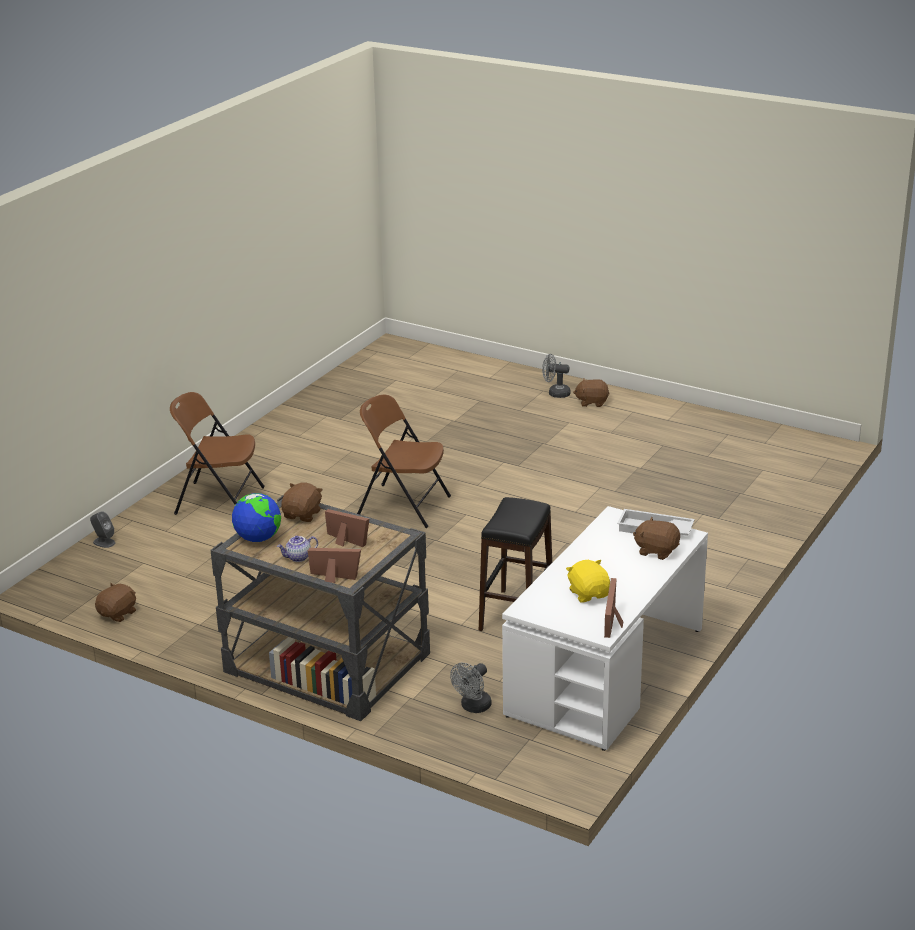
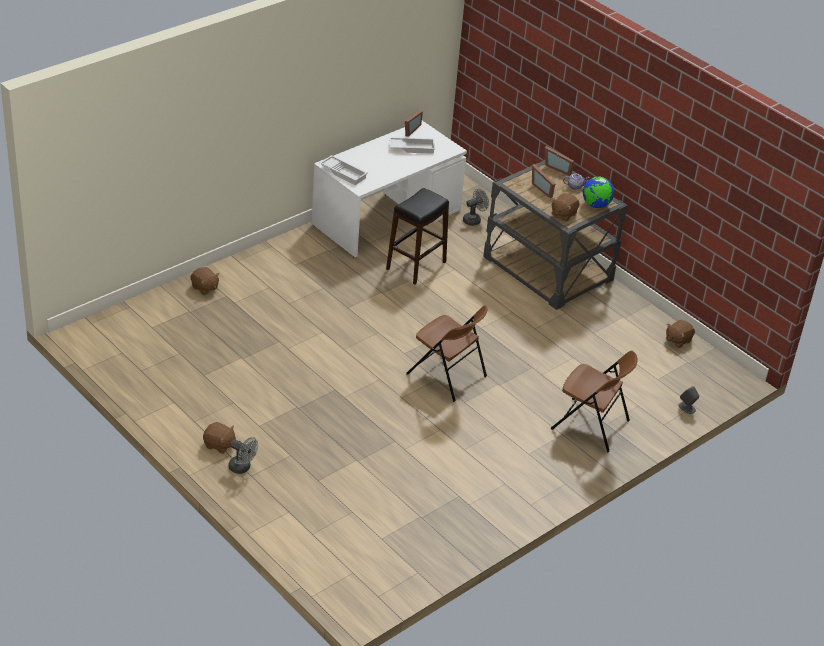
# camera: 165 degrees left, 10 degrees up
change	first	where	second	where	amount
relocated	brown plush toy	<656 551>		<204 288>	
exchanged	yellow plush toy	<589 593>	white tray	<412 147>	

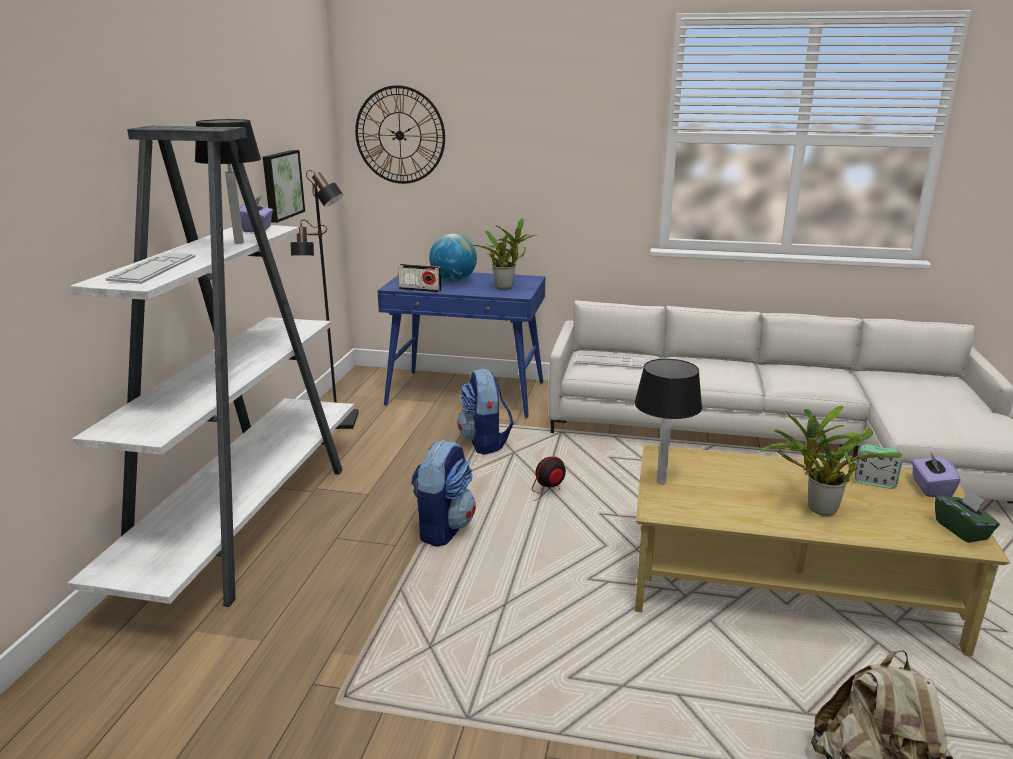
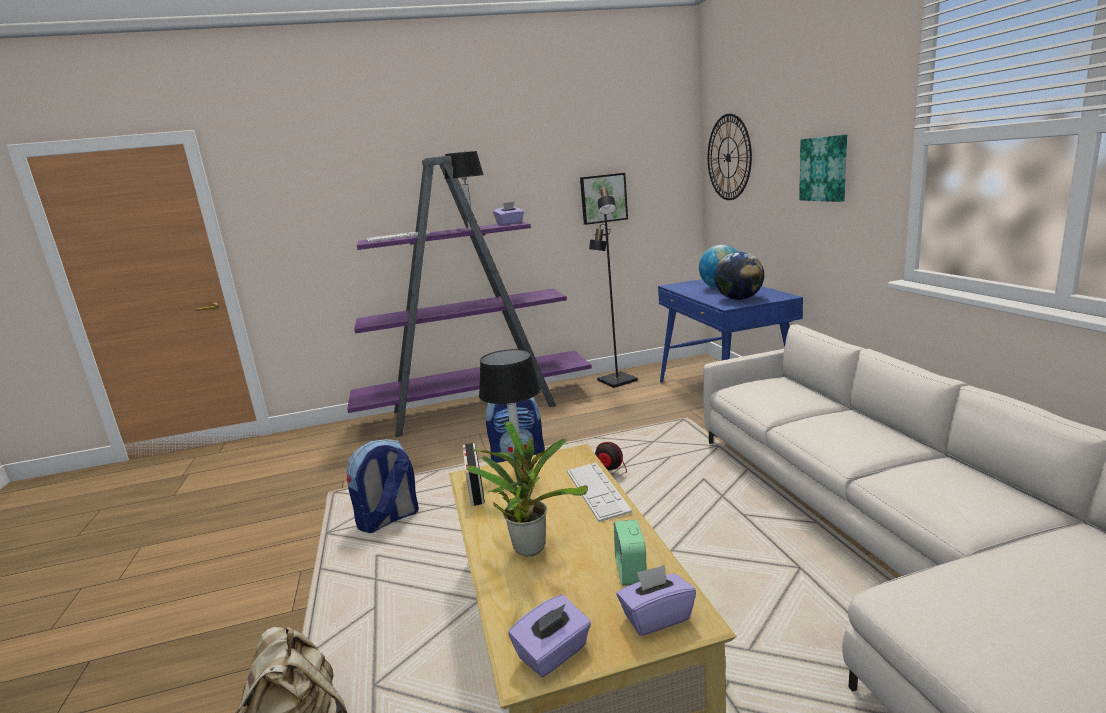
# camera: 65 degrees right, 5 degrees down
change	first	where	second	where	amount
colour	white bookcase	<246 520>	purple bookcase	<476 408>	
relocated	backpack	<485 442>		<389 520>	
relocated	radio	<420 290>		<475 489>	
colour	green tissue box	<962 530>	purple tissue box	<553 653>	
relocated	keyboard	<610 362>		<597 491>	
exchanged	potted plant	<506 287>	globe	<739 299>	
appeared			picture	<824 169>	

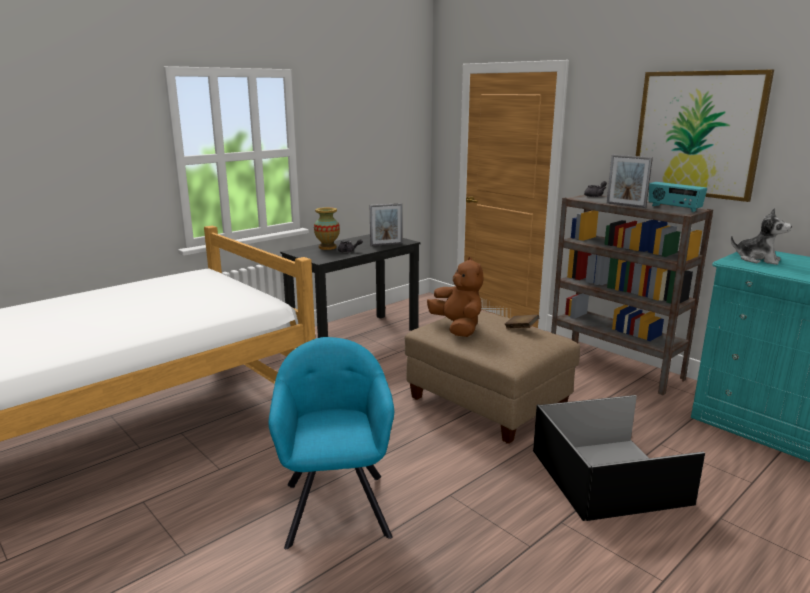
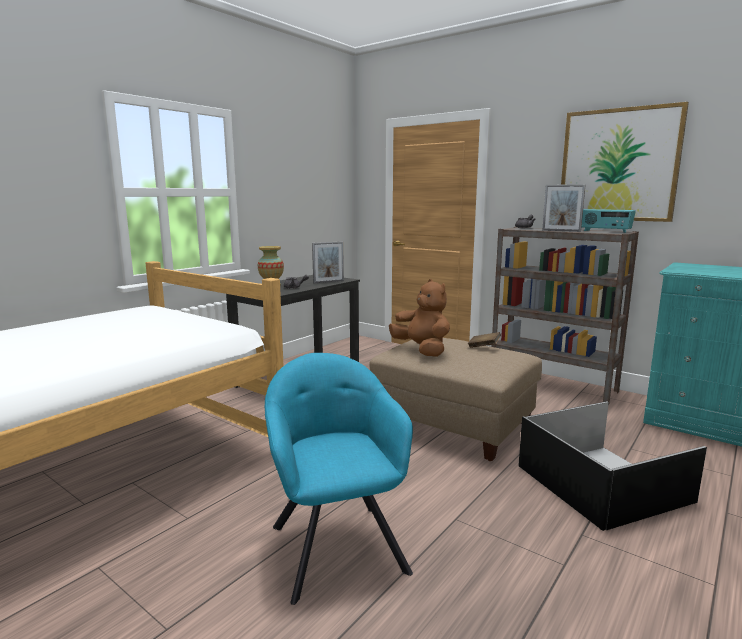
# camera: 10 degrees left, 5 degrees down
change	first	where	second	where	amount
missing	plush toy	<757 259>			

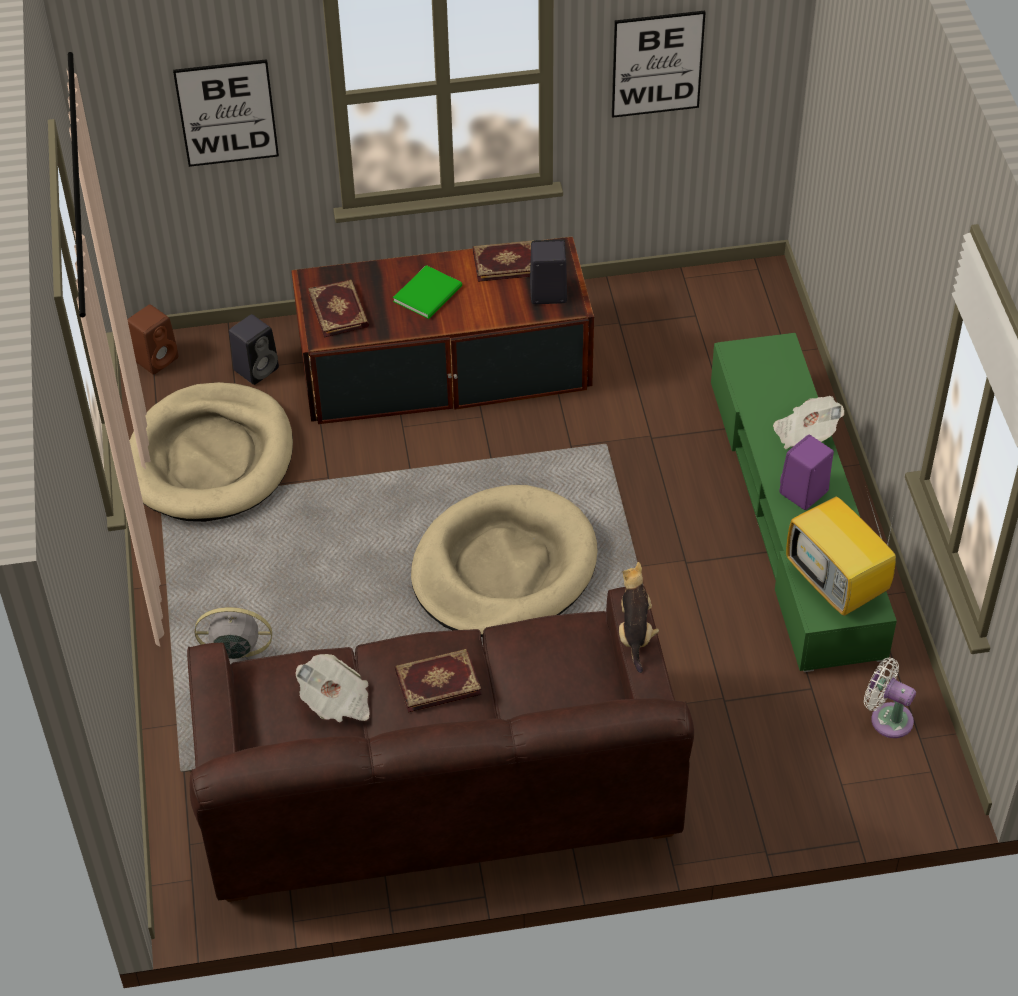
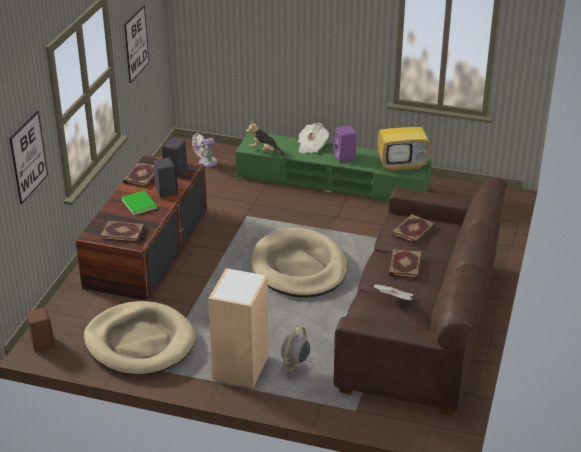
# camera: 65 degrees left, 15 degrees down
change	first	where	second	where	amount
relocated	black speaker	<257 368>		<166 191>	
relocated	white fan	<887 718>		<206 163>	
appeared			bookcase	<240 368>	
relocated	plush toy	<635 633>		<265 151>	
appeared			book	<414 231>	

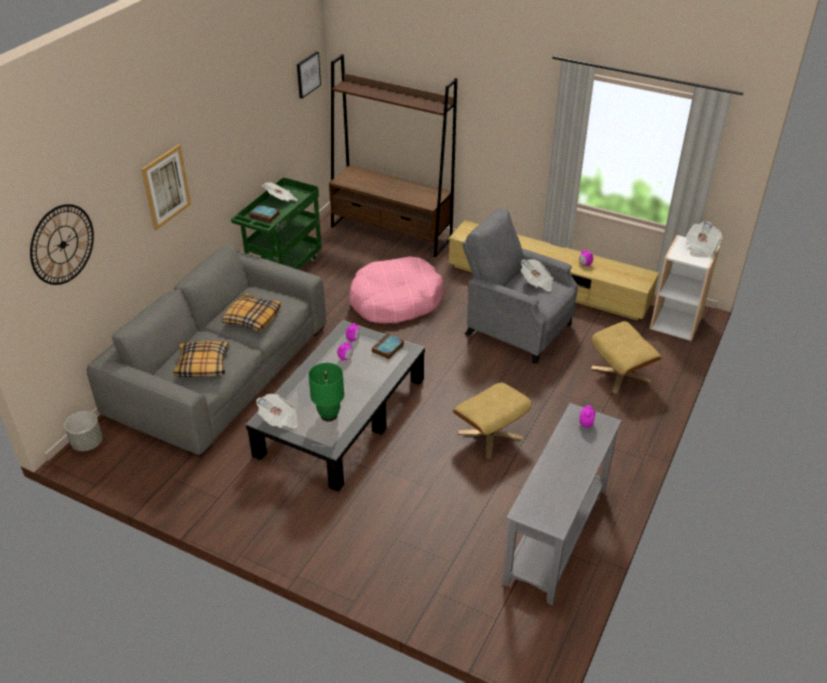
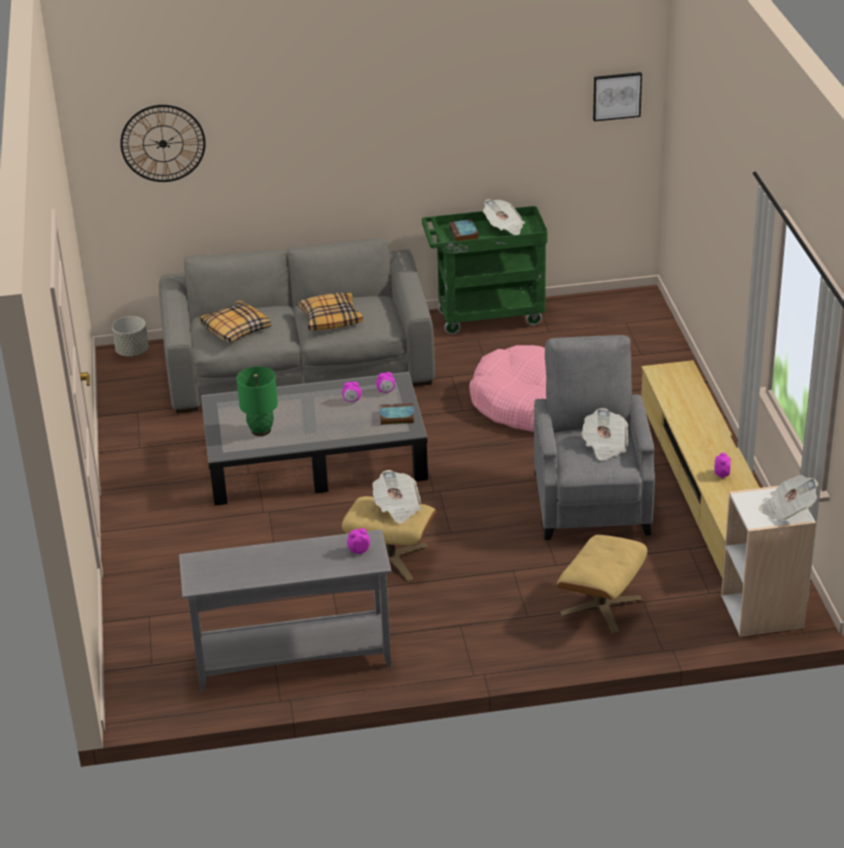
# camera: 55 degrees right, 5 degrees down
change	first	where	second	where	amount
relocated	newspaper	<279 420>		<397 507>	
missing	picture	<166 187>			
missing	brown bookcase	<391 232>			

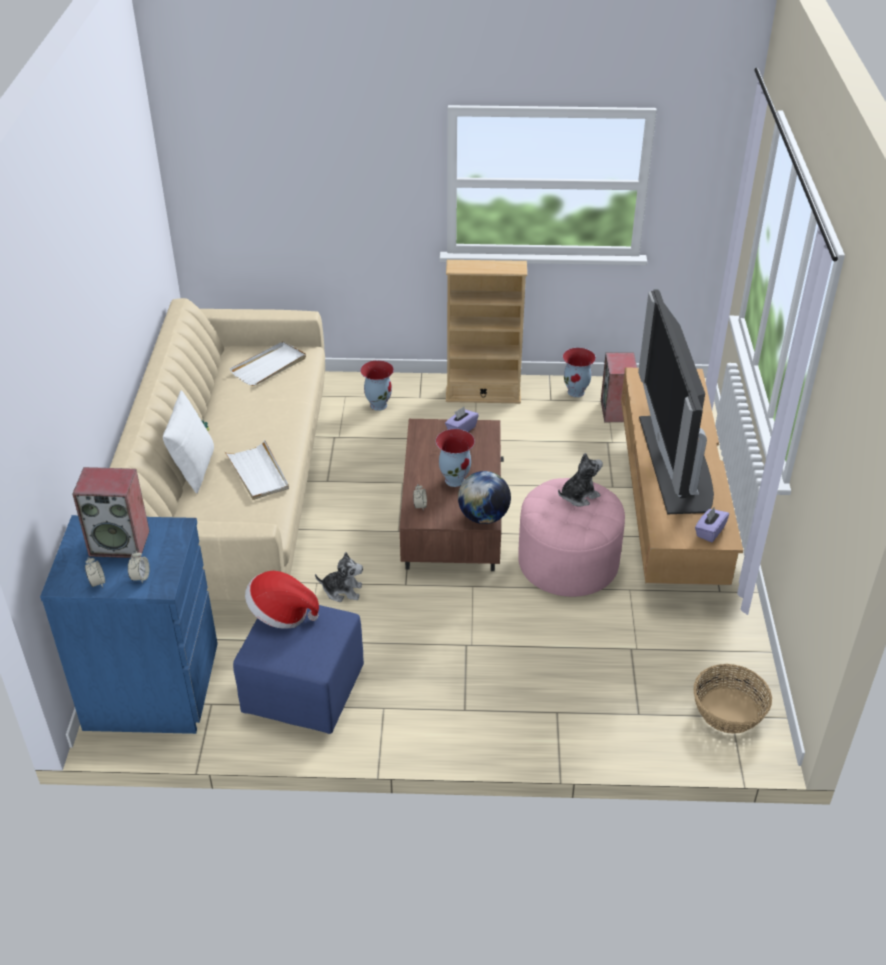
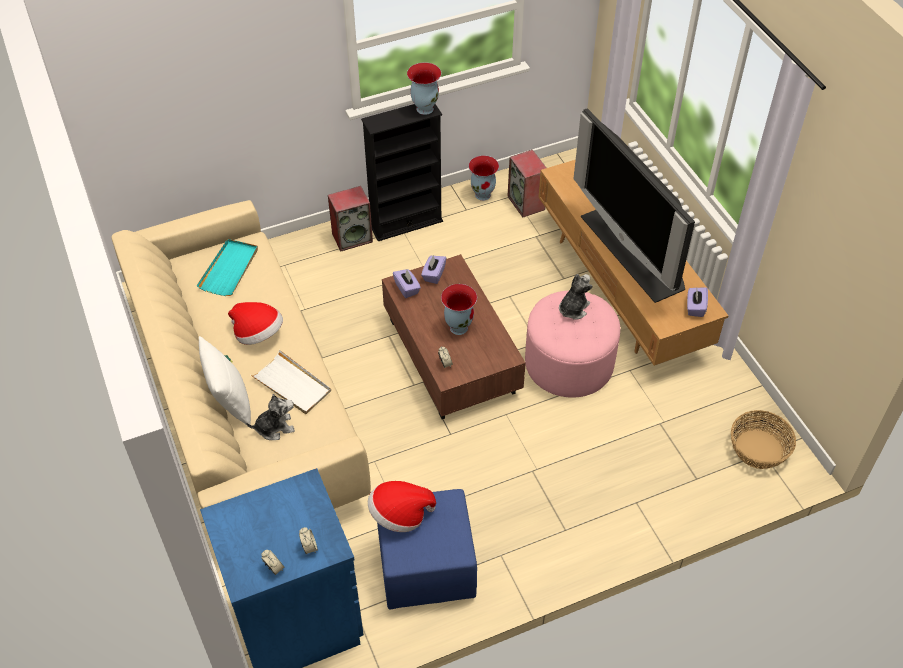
# camera: 25 degrees left, 10 degrees up
change	first	where	second	where	amount
colour	white tray	<269 366>	turquoise tray	<229 269>	
appeared			hat	<258 334>	
relocated	plush toy	<342 590>		<274 427>	
relocated	speaker	<120 543>		<352 237>	
colour	beige bookcase	<483 395>	black bookcase	<406 223>	
appeared			purple tissue box	<407 288>	
relocated	vase	<378 405>		<424 108>	
missing	globe	<483 517>			

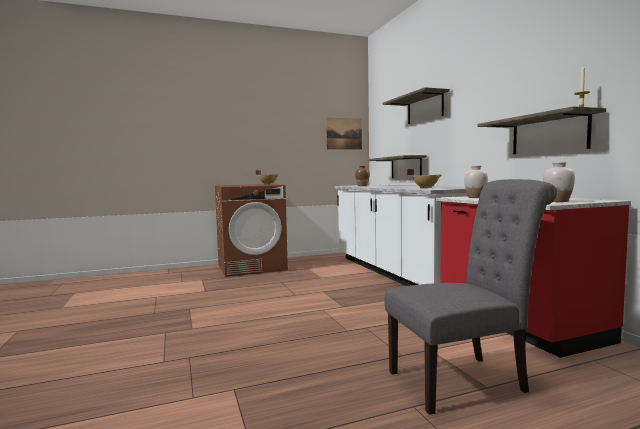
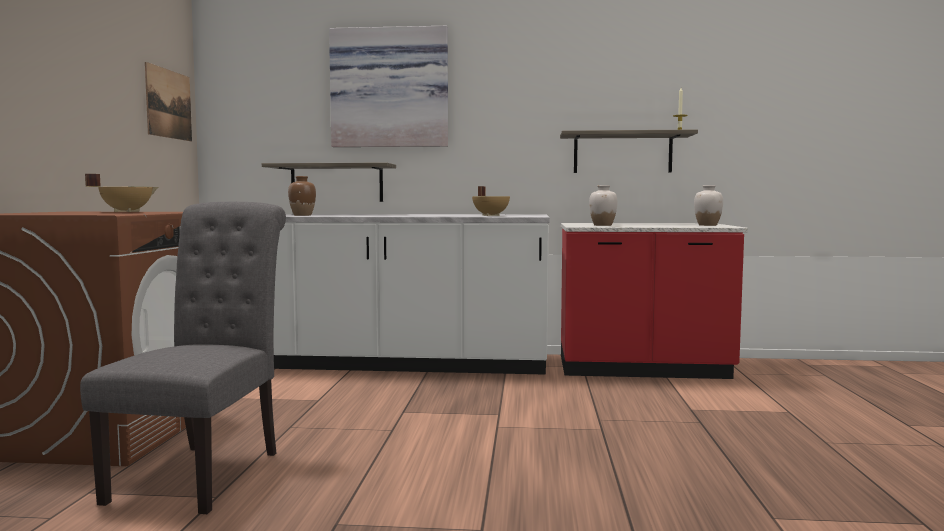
# camera: 65 degrees left, 0 degrees up
change	first	where	second	where	amount
relocated	grey chair	<464 381>		<204 472>	
exchanged	shelf	<425 108>	picture	<390 88>	

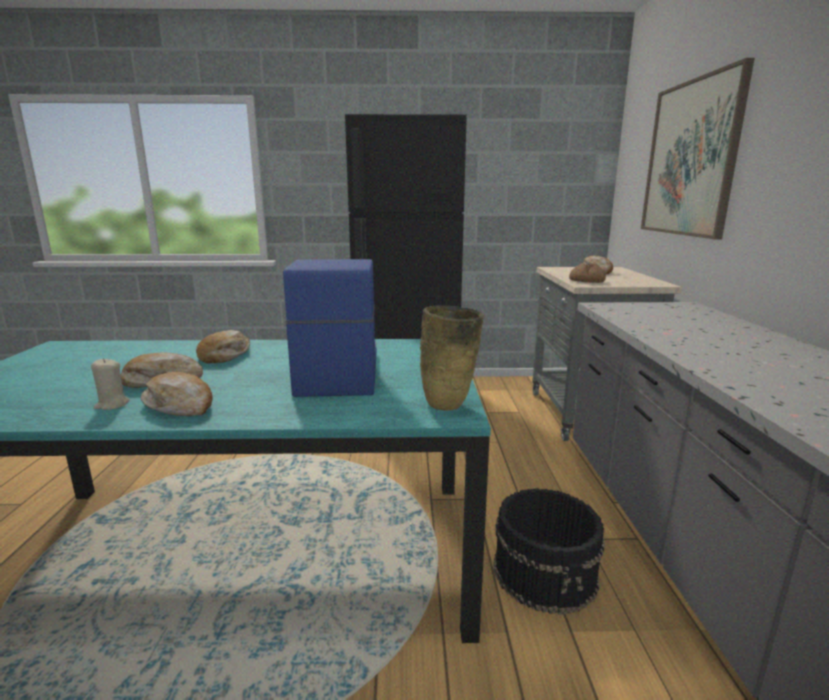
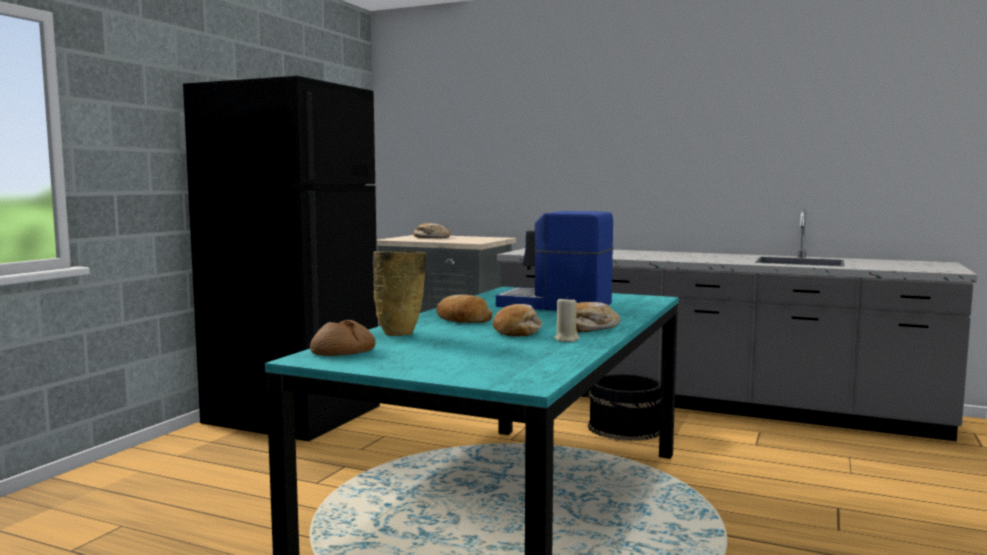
# camera: 65 degrees left, 10 degrees down
change	first	where	second	where	amount
relocated	bread	<586 281>		<343 352>	
relocated	beige vase	<449 406>		<401 334>	
missing	picture	<690 159>			

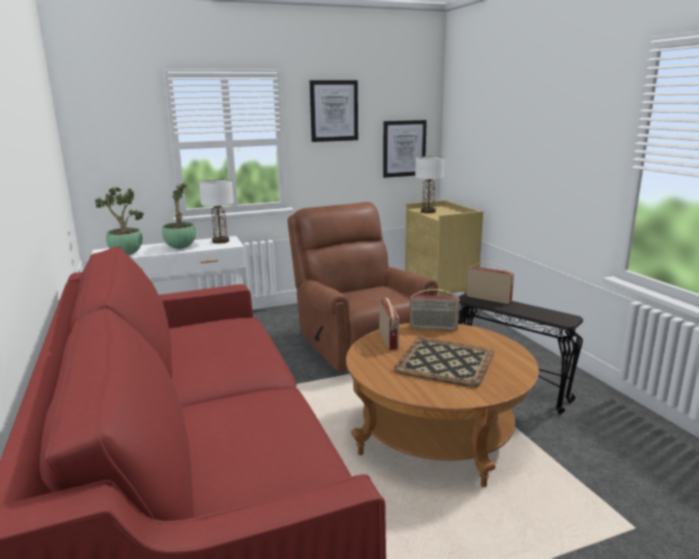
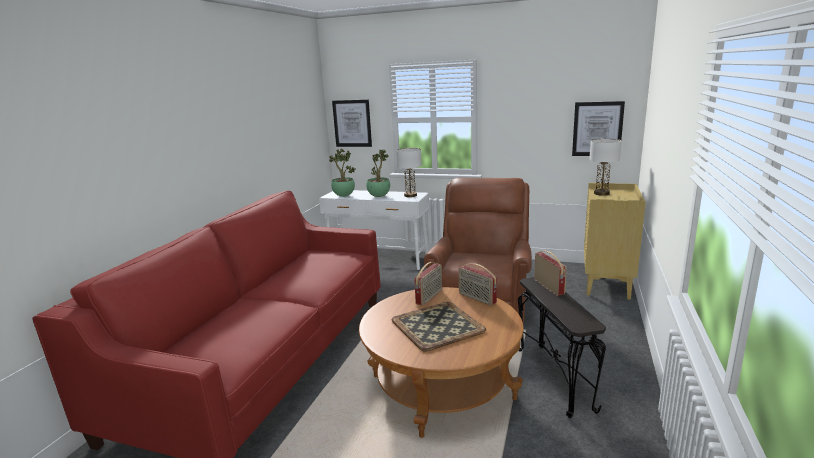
# camera: 40 degrees right, 0 degrees up
change	first	where	second	where	amount
relocated	picture	<334 111>		<352 123>	

